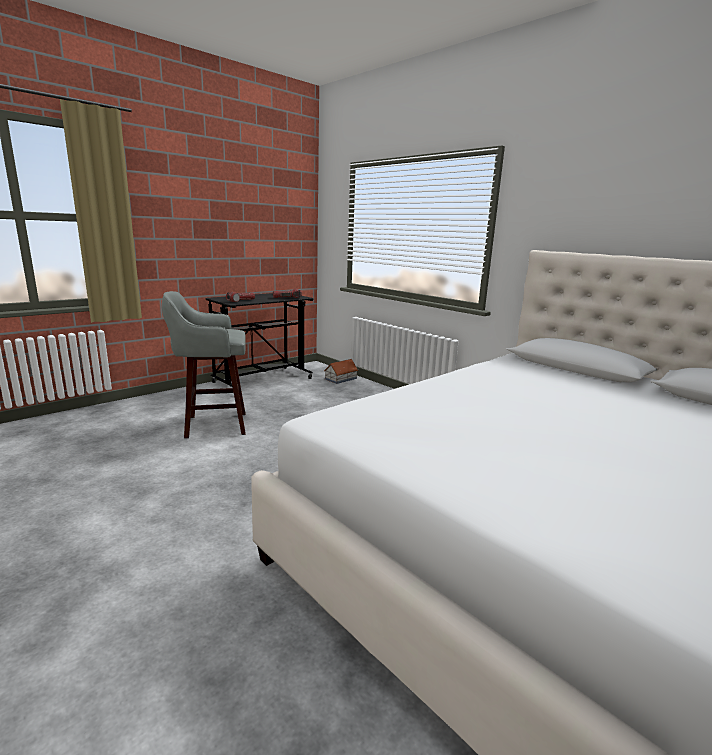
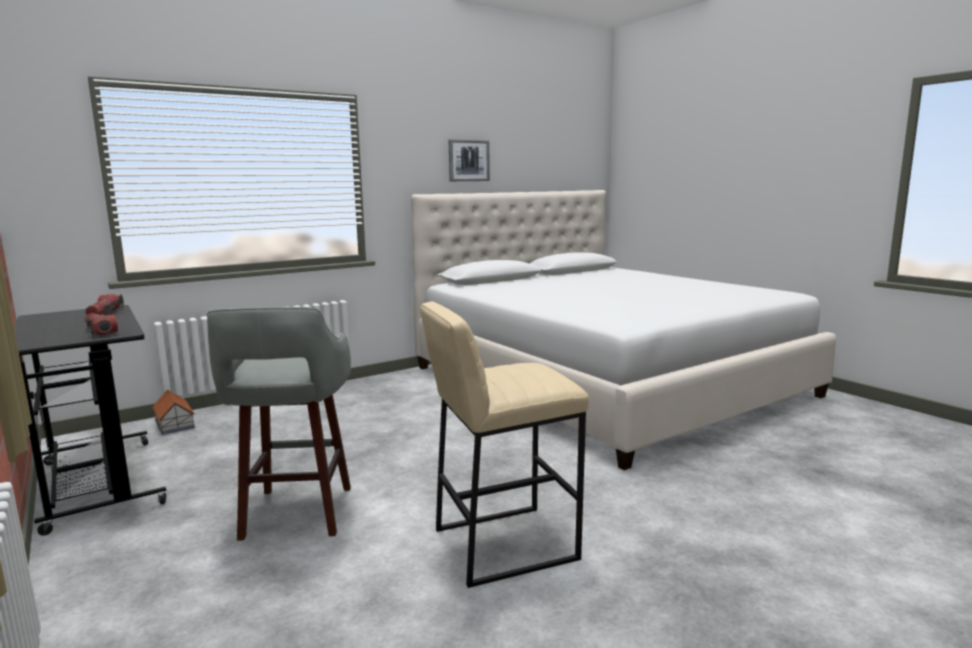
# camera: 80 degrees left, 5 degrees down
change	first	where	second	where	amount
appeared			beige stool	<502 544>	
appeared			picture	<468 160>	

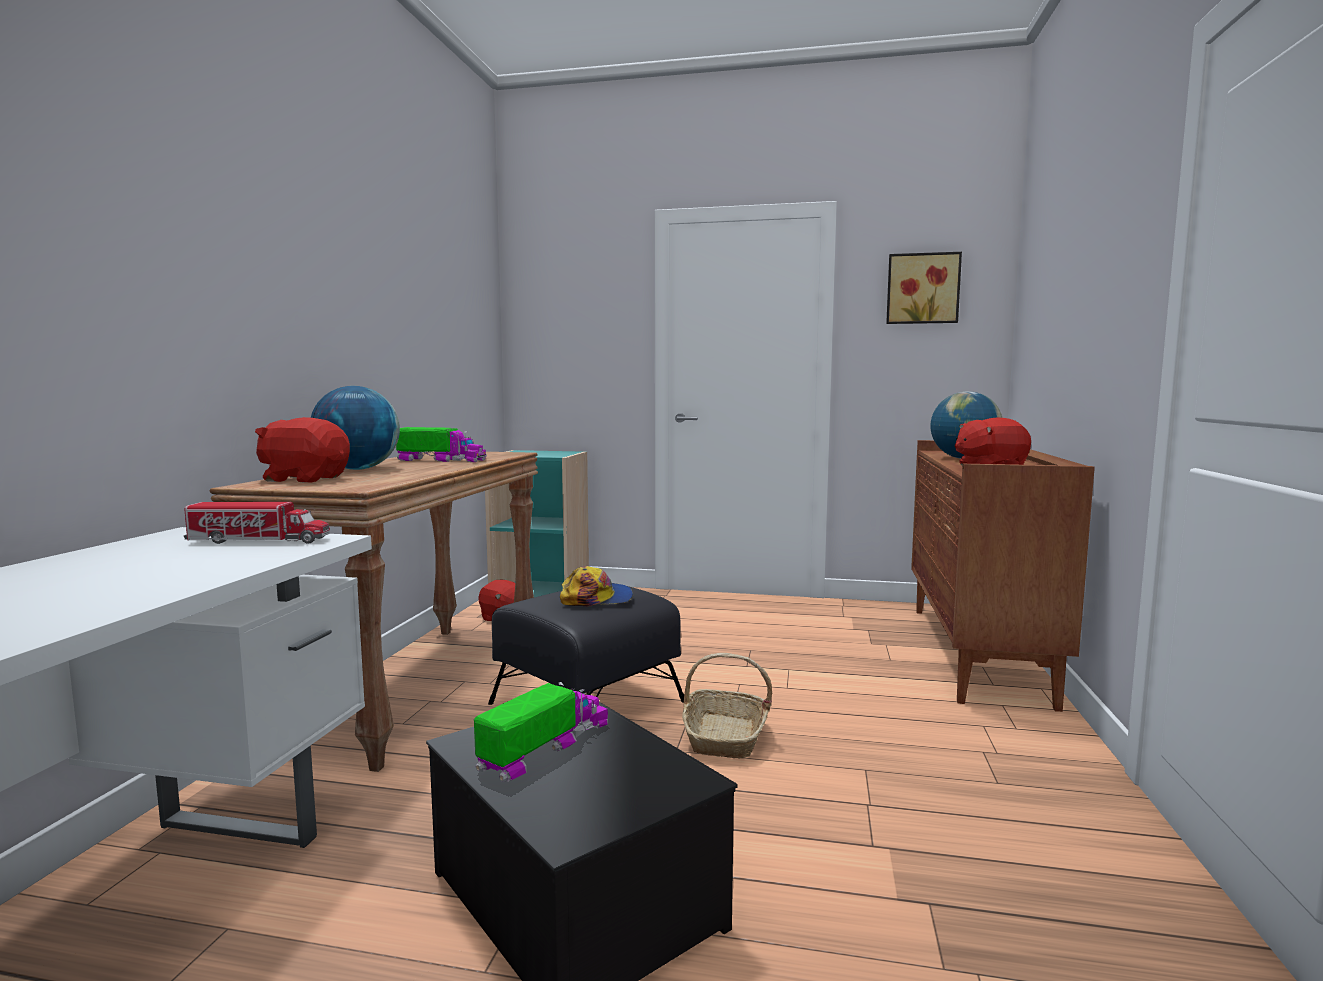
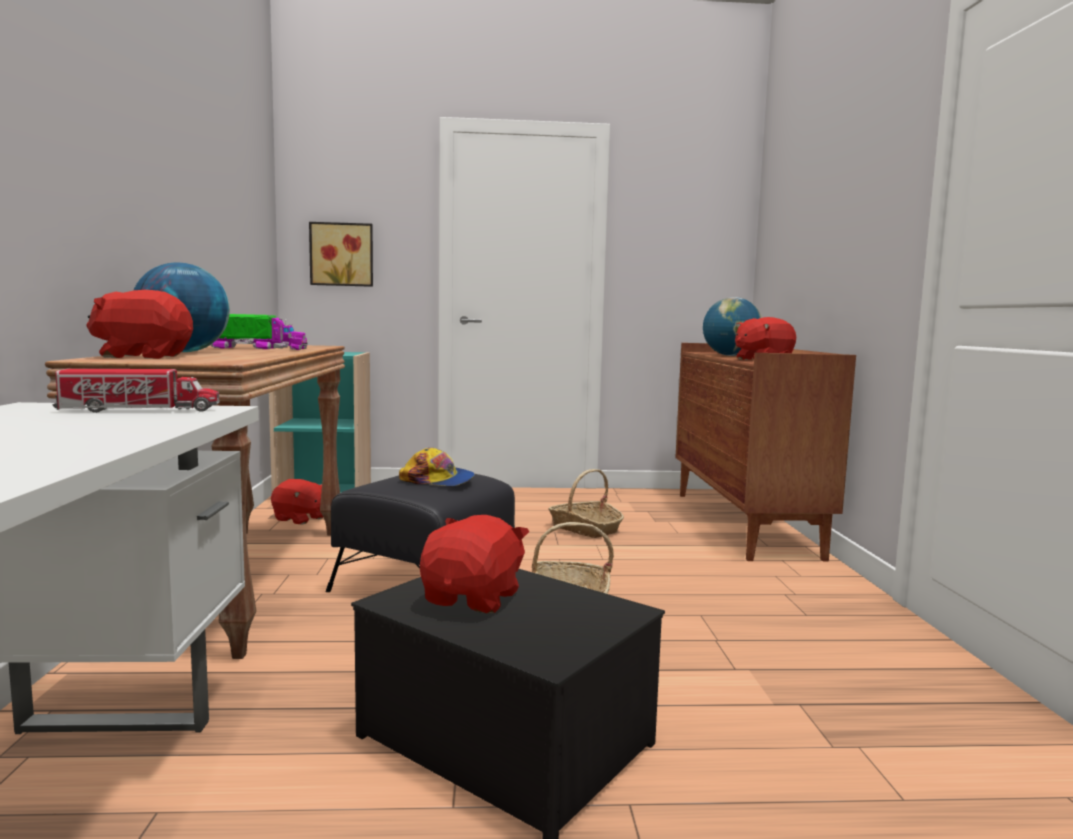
# camera: 15 degrees left, 0 degrees up
change	first	where	second	where	amount
relocated	picture	<922 289>		<342 254>	
spun	cap	<596 598>		<438 480>	45 degrees clockwise
exchanged	toy truck	<545 747>	red plush toy	<474 598>	
appeared			basket	<585 529>	

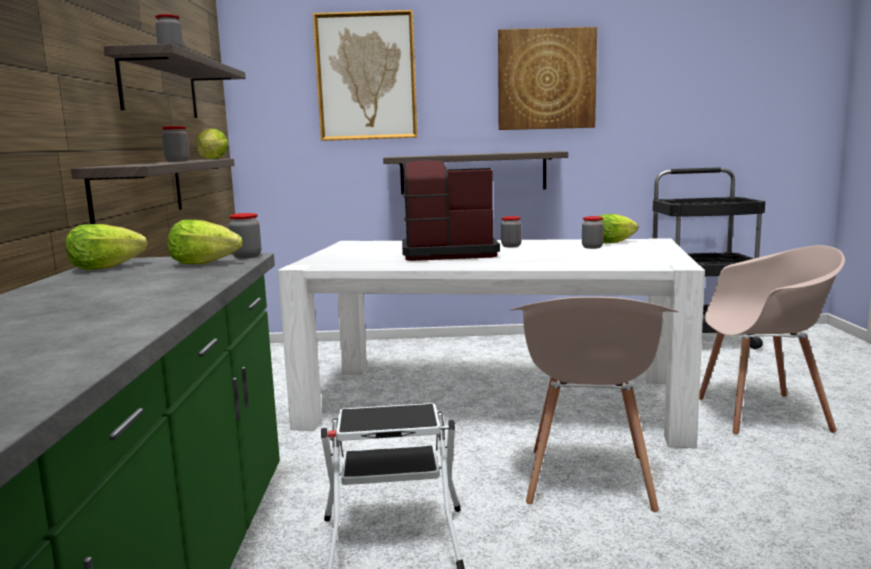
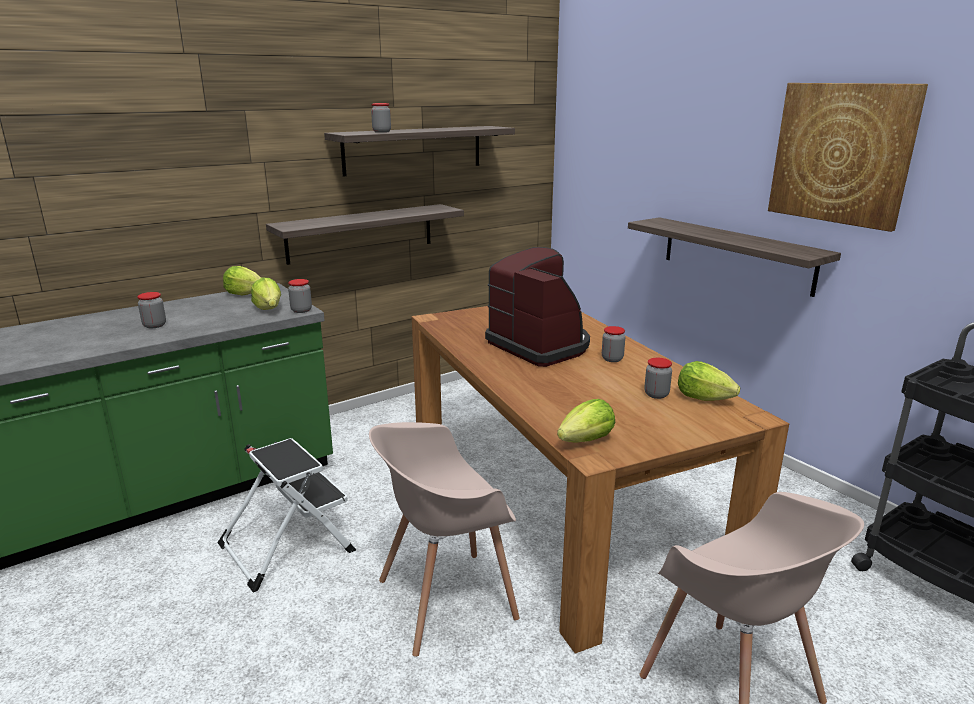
# camera: 55 degrees right, 10 degrees up
change	first	where	second	where	amount
relocated	jar	<177 161>		<154 325>	
colour	white dining table	<492 401>	brown dining table	<558 498>	
relocated	lettuce	<213 159>		<586 441>	
missing	picture	<366 77>			

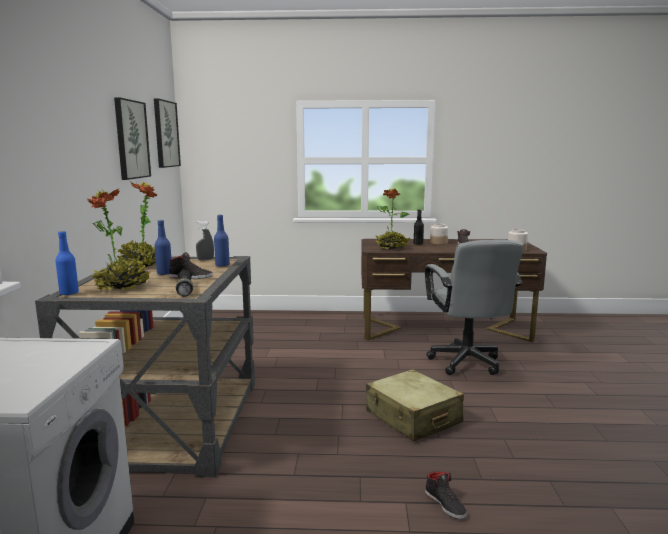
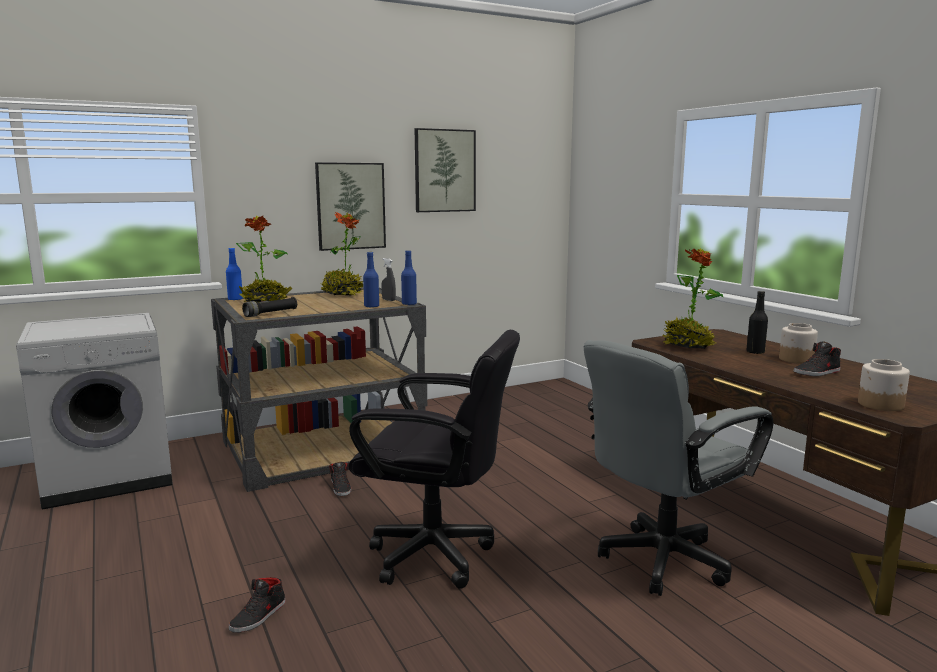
# camera: 60 degrees right, 0 degrees up
change	first	where	second	where	amount
relocated	picture	<165 134>		<350 206>	
relocated	black shoe	<191 277>		<341 488>	
exchanged	beige suitcase	<413 417>	black office chair	<439 556>	
relocated	blue bottle	<164 273>		<409 304>	

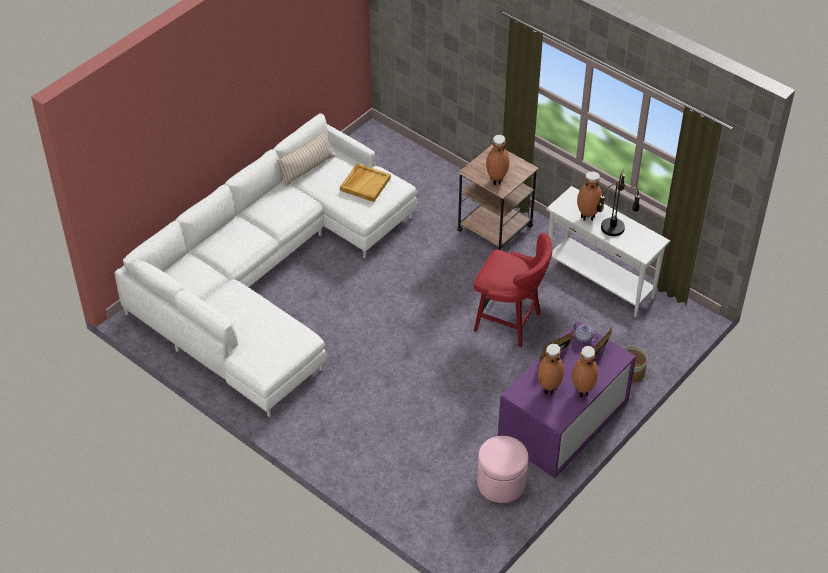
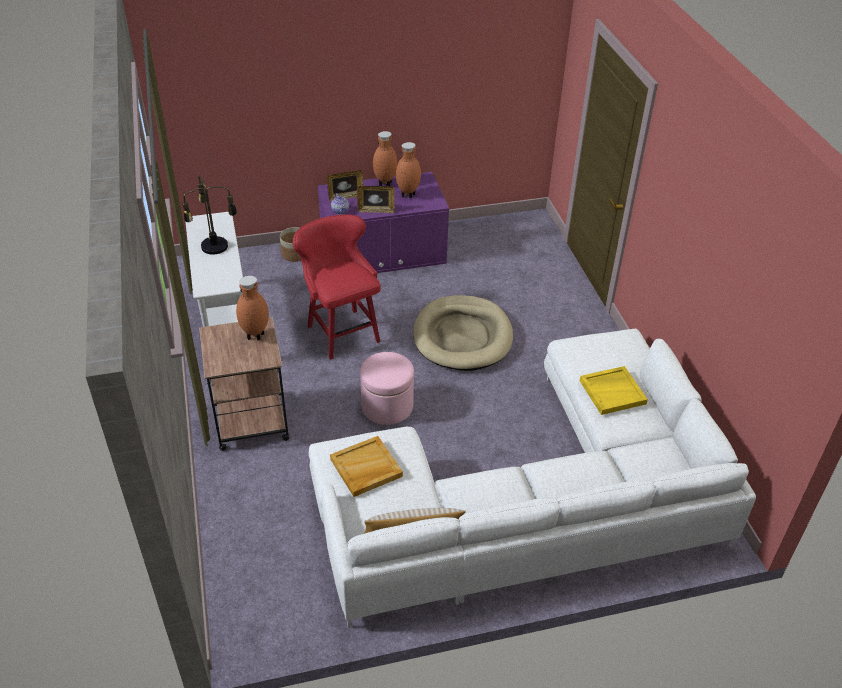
# camera: 145 degrees left, 5 degrees down
change	first	where	second	where	amount
relocated	pink ottoman	<501 483>		<387 406>	
appeared			beige dog bed	<462 336>	
appeared			yellow tray	<612 391>	
missing	brown vase	<587 216>			

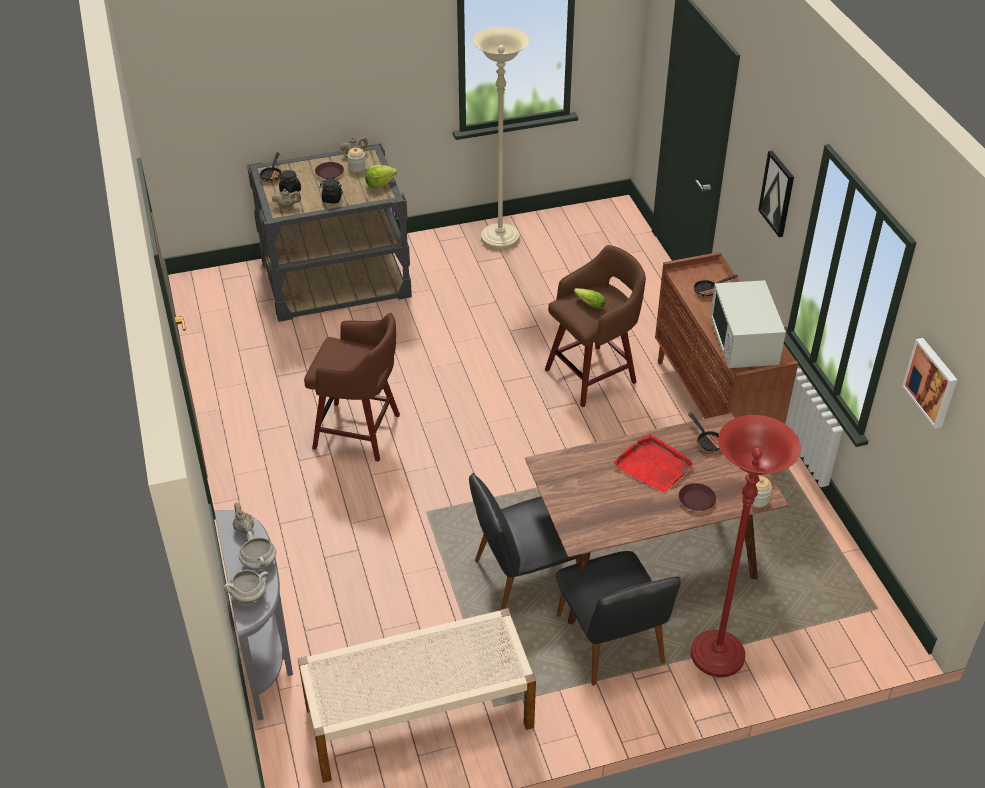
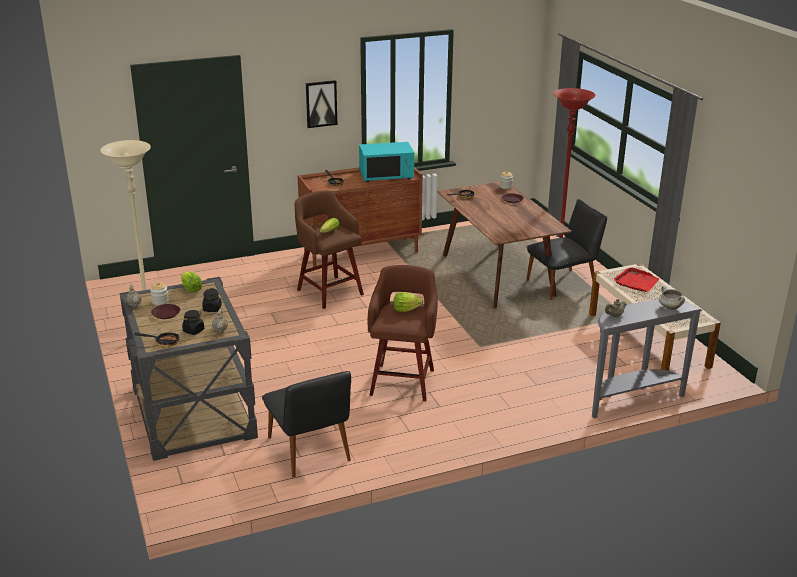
# camera: 95 degrees left, 15 degrees down
change	first	where	second	where	amount
relocated	black chair	<528 574>		<308 449>	
colour	white microwave	<744 343>	turquoise microwave	<386 175>	
appeared			lettuce	<406 309>	
relocated	red tray	<654 465>		<636 282>	
missing	white cooking pot	<259 563>			
missing	picture	<932 382>			

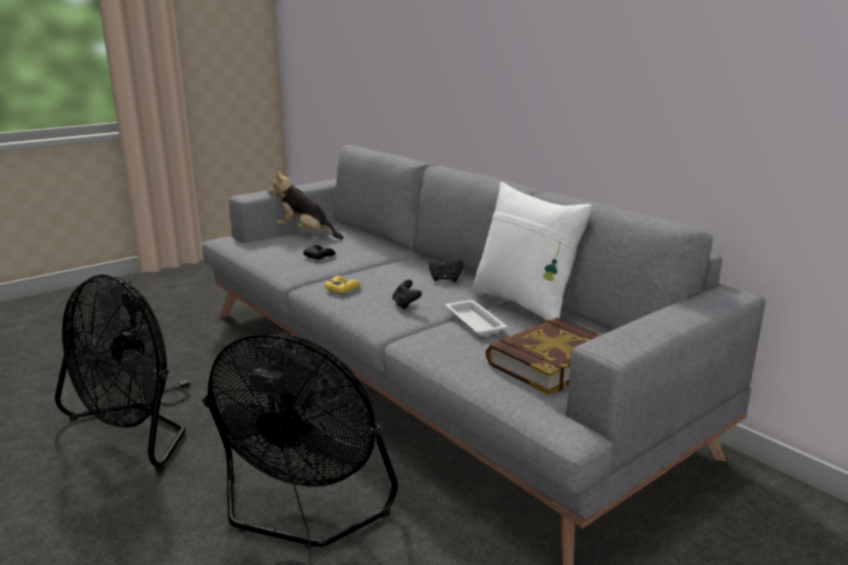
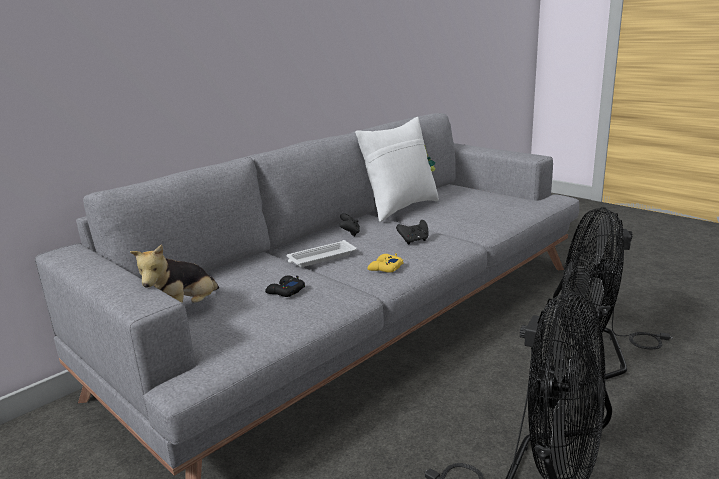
# camera: 95 degrees left, 0 degrees up
change	first	where	second	where	amount
relocated	white tray	<474 321>		<320 258>	
missing	book	<550 362>			

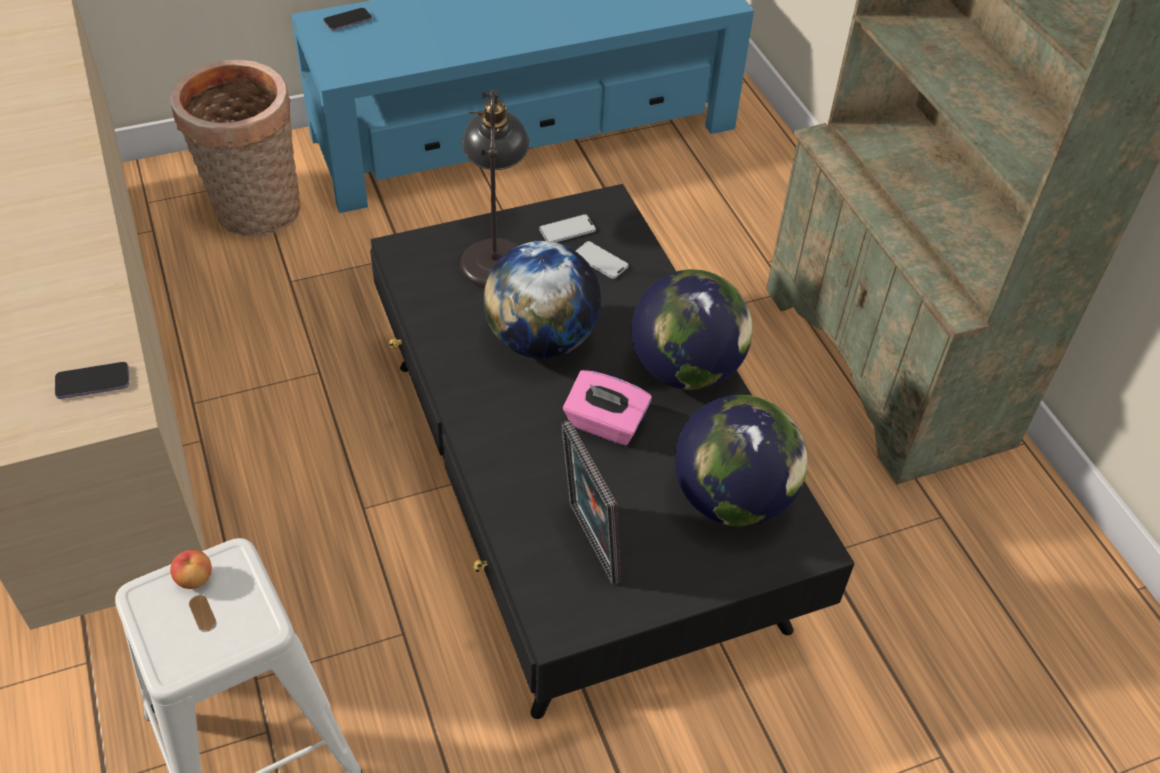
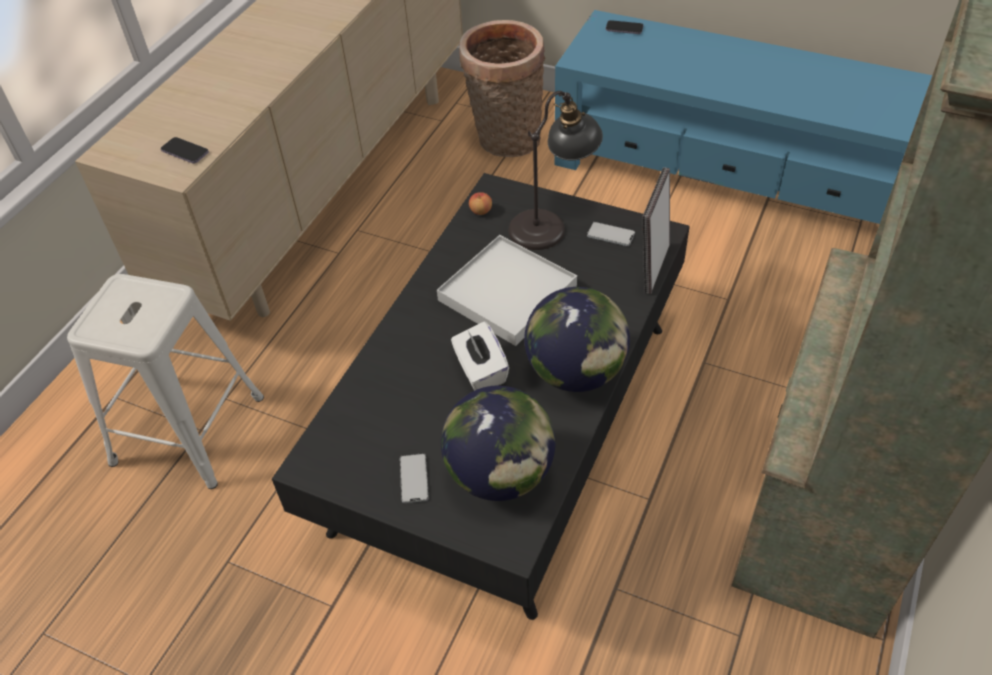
# camera: 50 degrees right, 0 degrees up
change	first	where	second	where	amount
relocated	phone	<600 261>		<414 479>	
exchanged	globe	<541 340>	white tray	<507 293>	
colour	pink tissue box	<605 424>	white tissue box	<480 370>	
relocated	apple	<194 578>		<481 211>	
relocated	picture frame	<588 544>		<652 268>	

